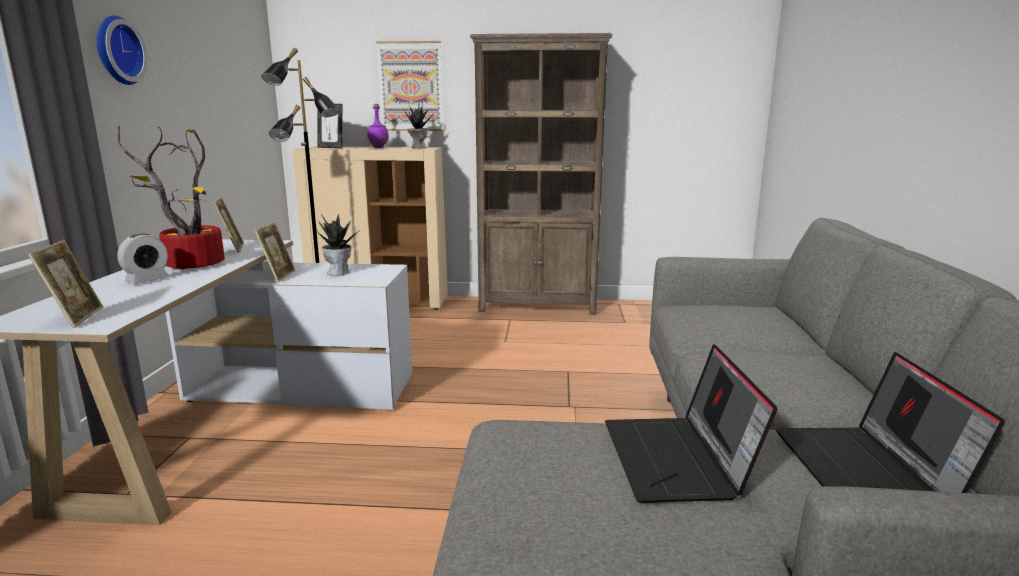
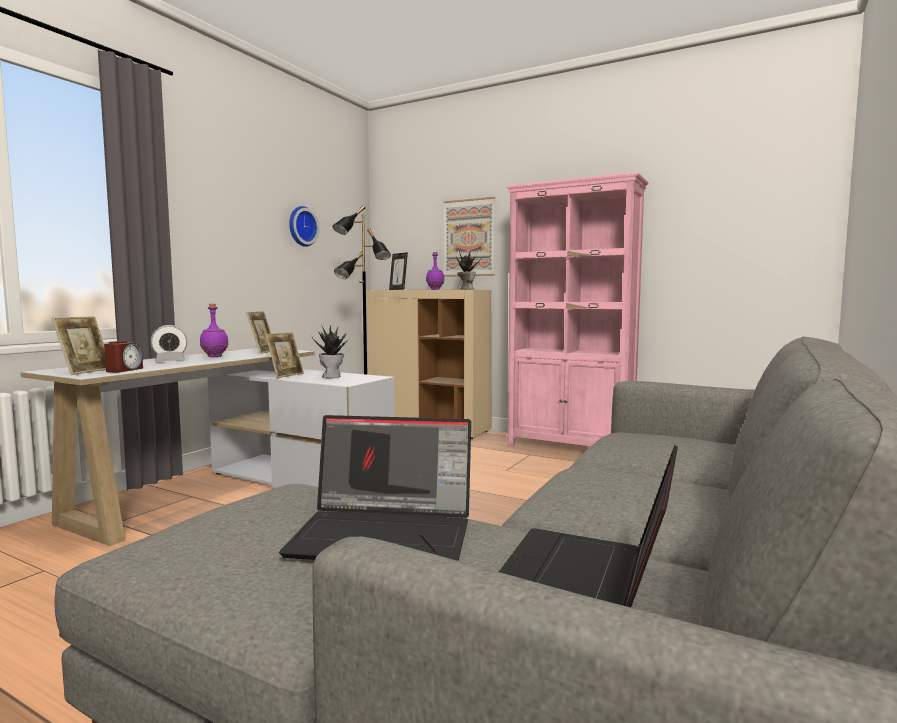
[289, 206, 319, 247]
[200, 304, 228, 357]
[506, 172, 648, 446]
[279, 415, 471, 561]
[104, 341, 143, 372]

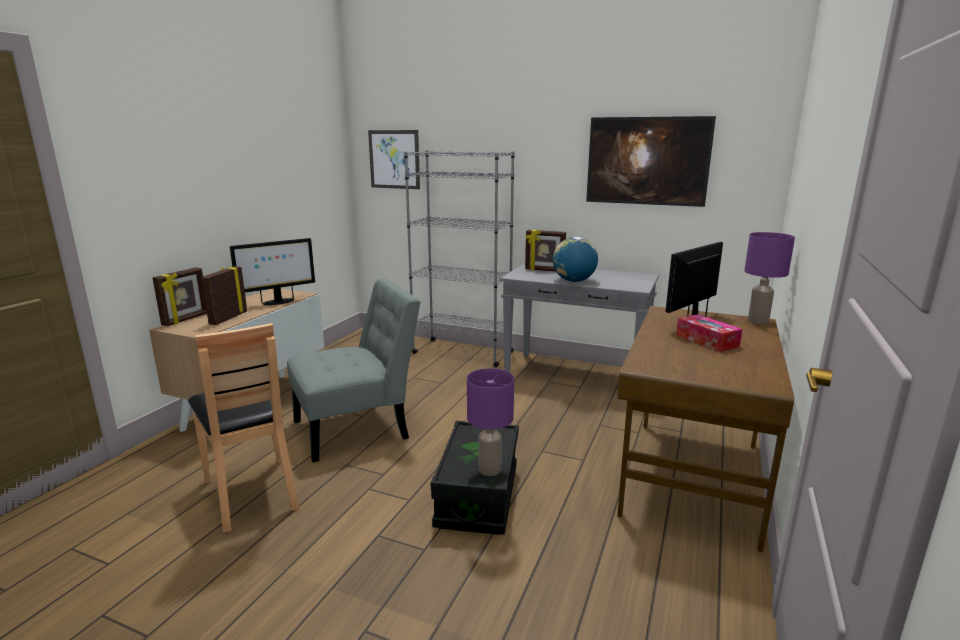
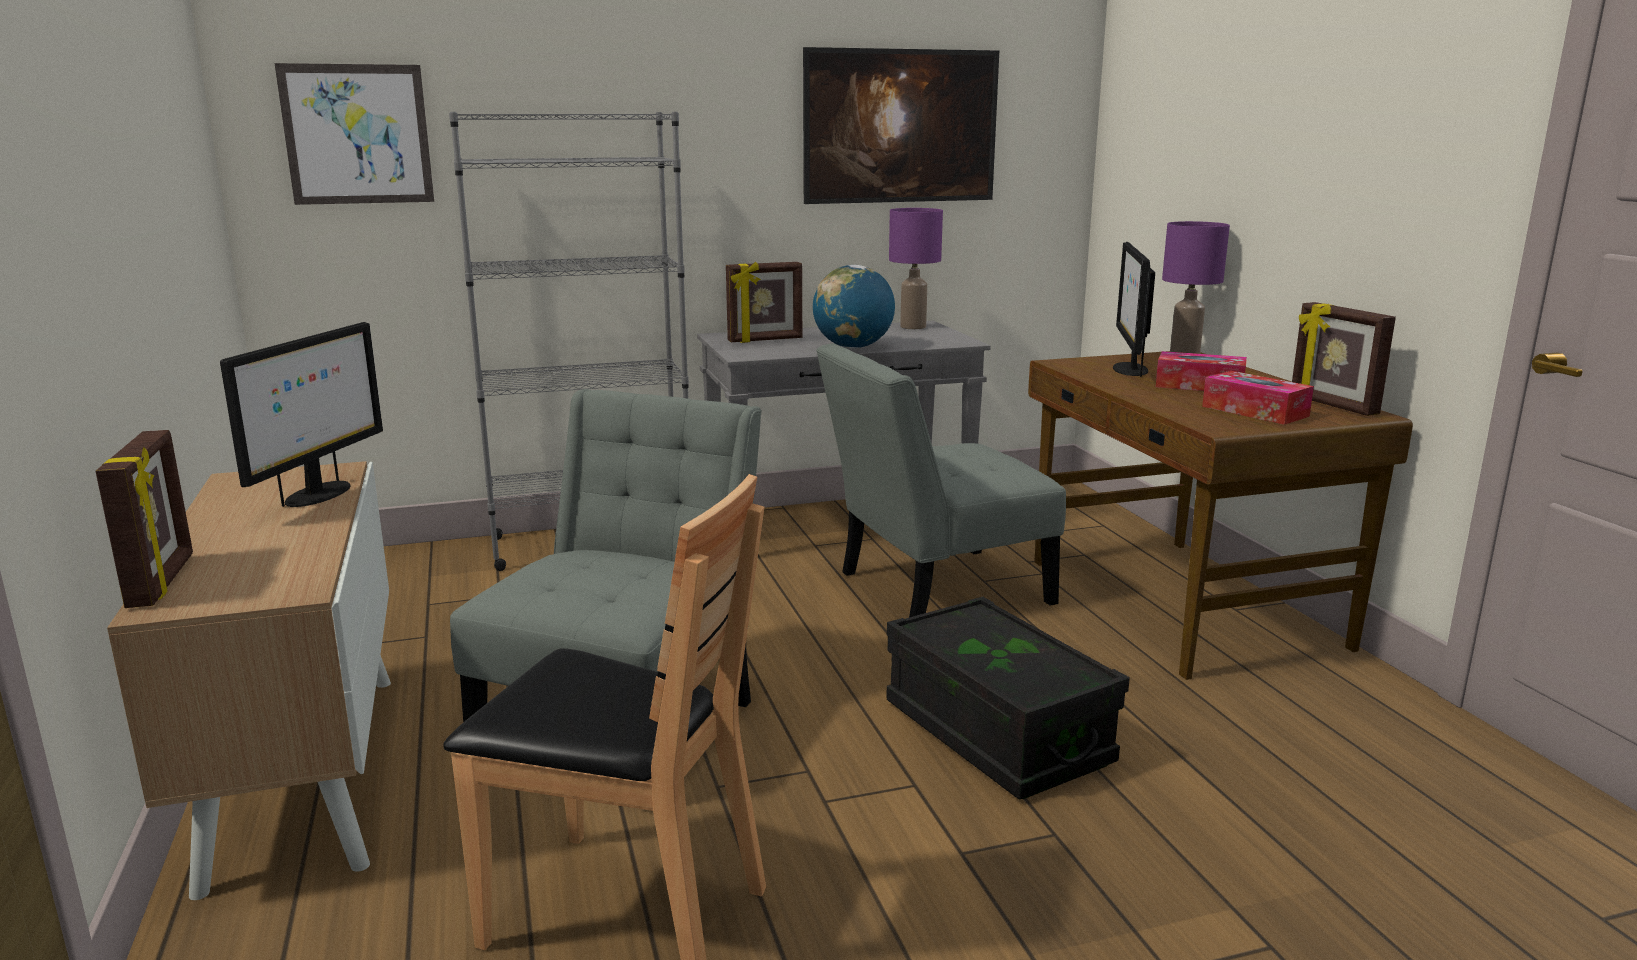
[1292, 302, 1396, 416]
[889, 208, 943, 329]
[816, 343, 1066, 617]
[1202, 371, 1314, 425]

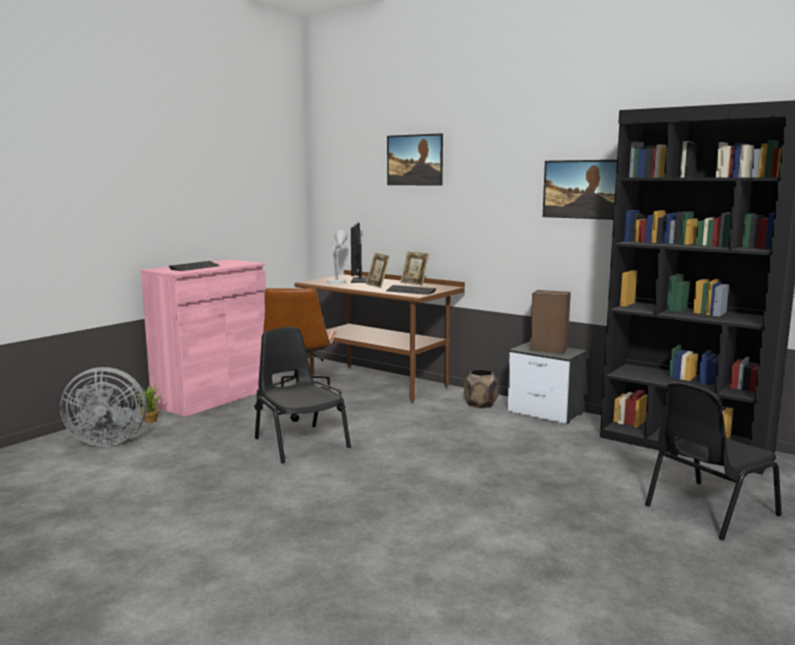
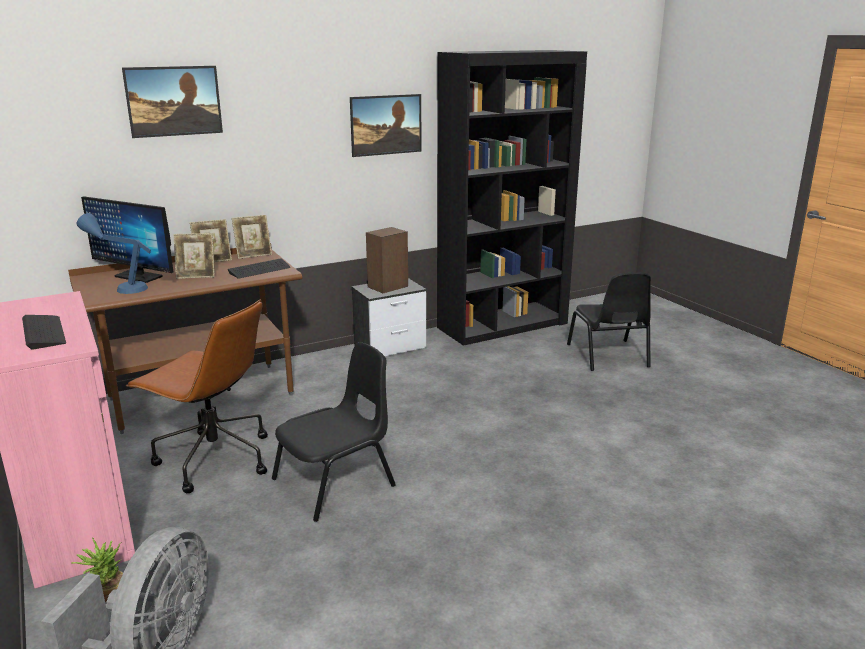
[272, 342, 396, 522]
[76, 213, 151, 294]
[464, 369, 498, 408] (first image)
[232, 215, 272, 259]

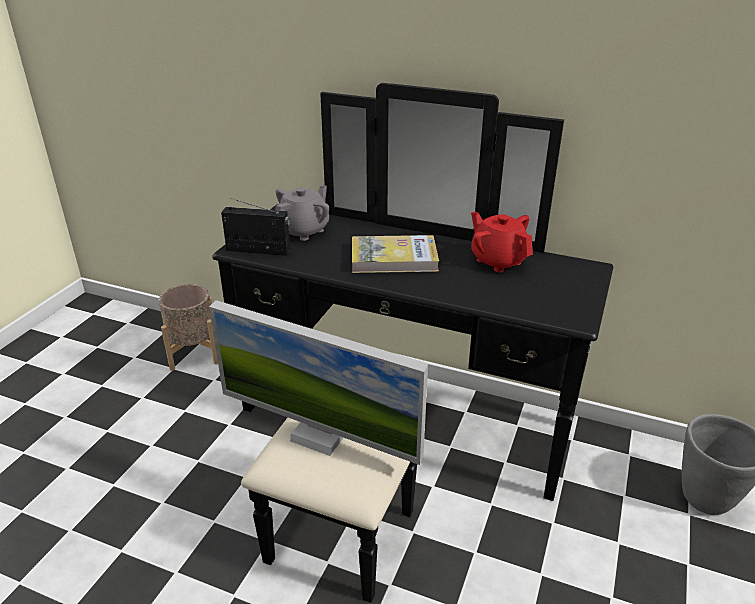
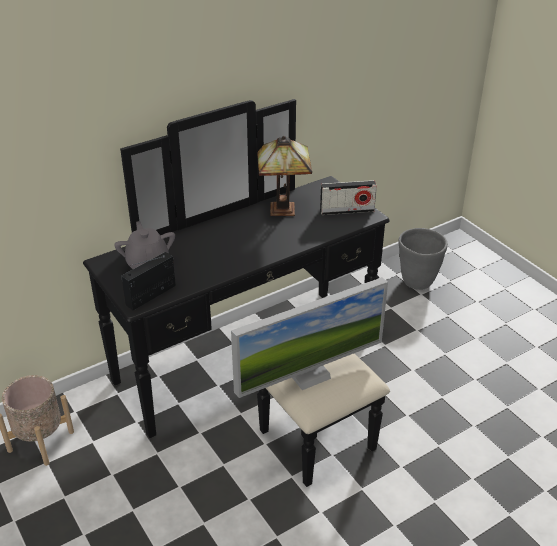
[352, 235, 439, 273] (first image)
[257, 136, 312, 216]
[320, 180, 377, 215]

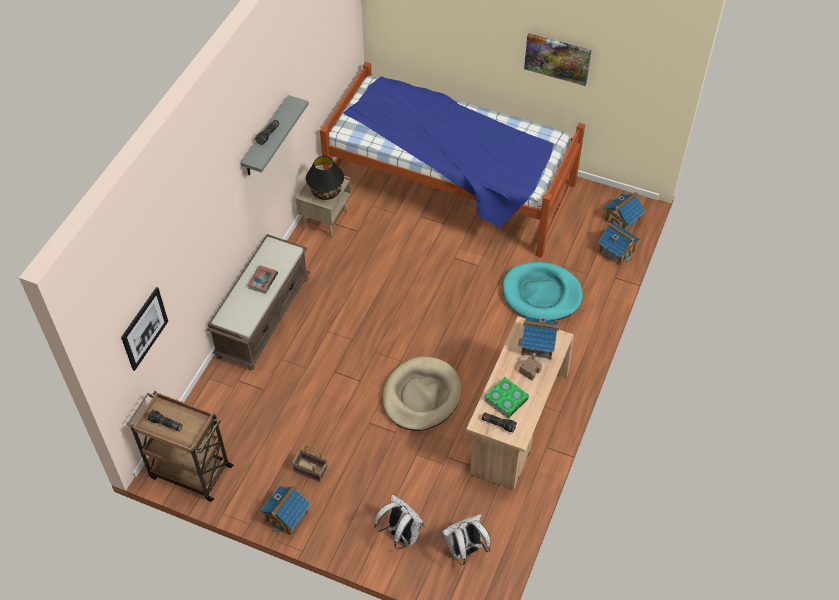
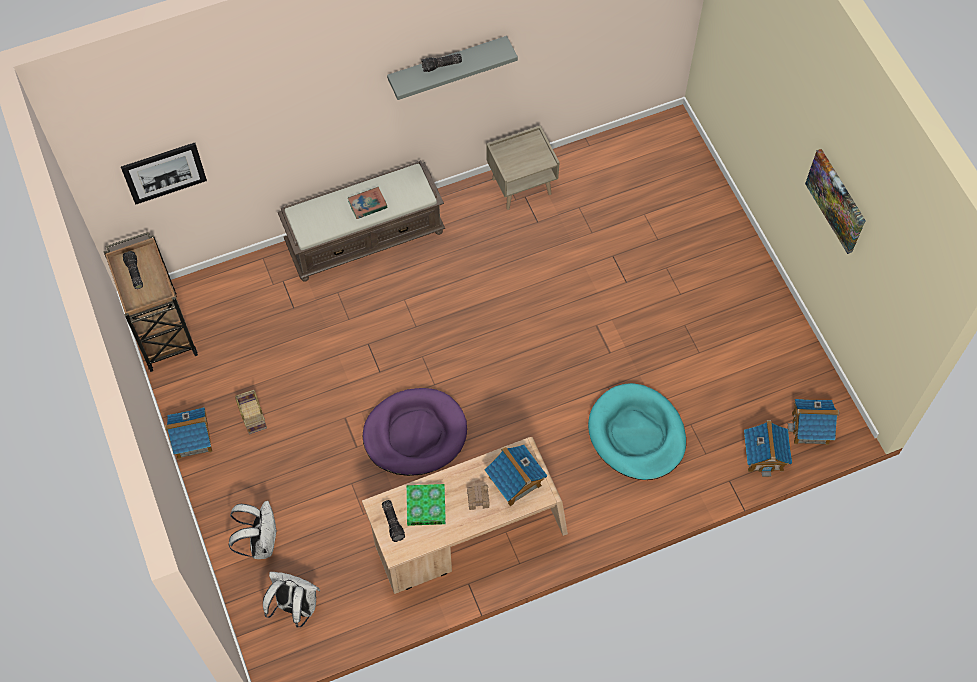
[306, 156, 344, 200] (first image)
[320, 62, 585, 258] (first image)
[363, 388, 467, 476]

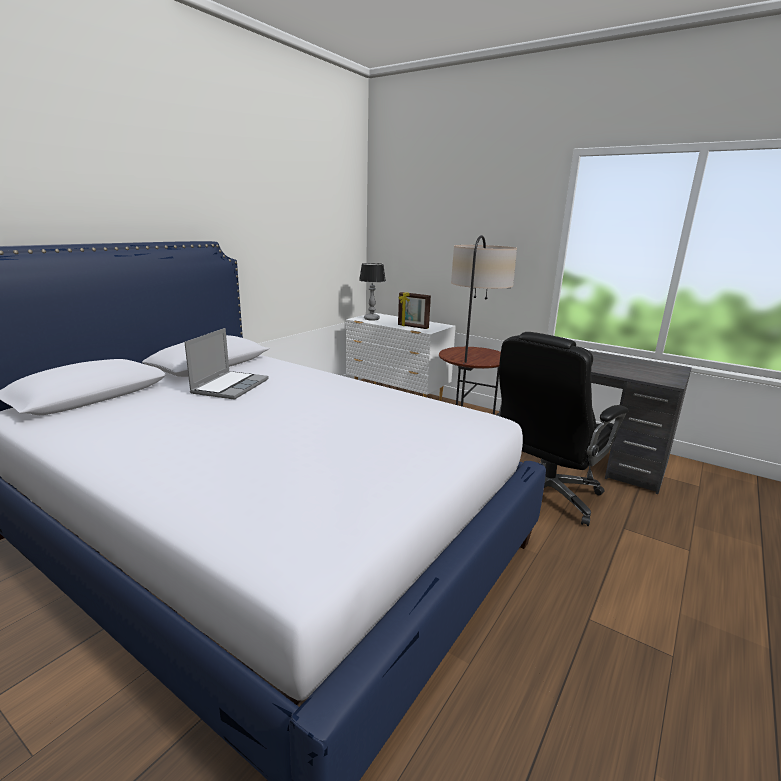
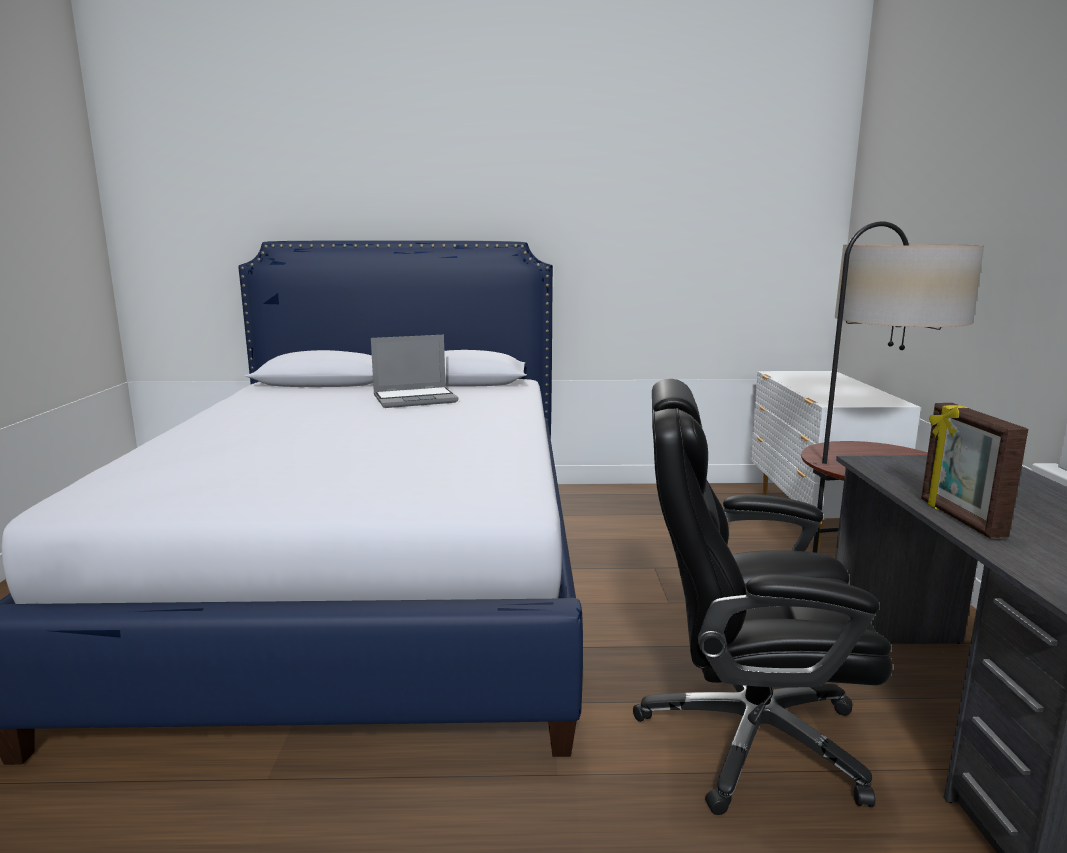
[359, 263, 386, 321] (first image)
[921, 403, 1028, 538]

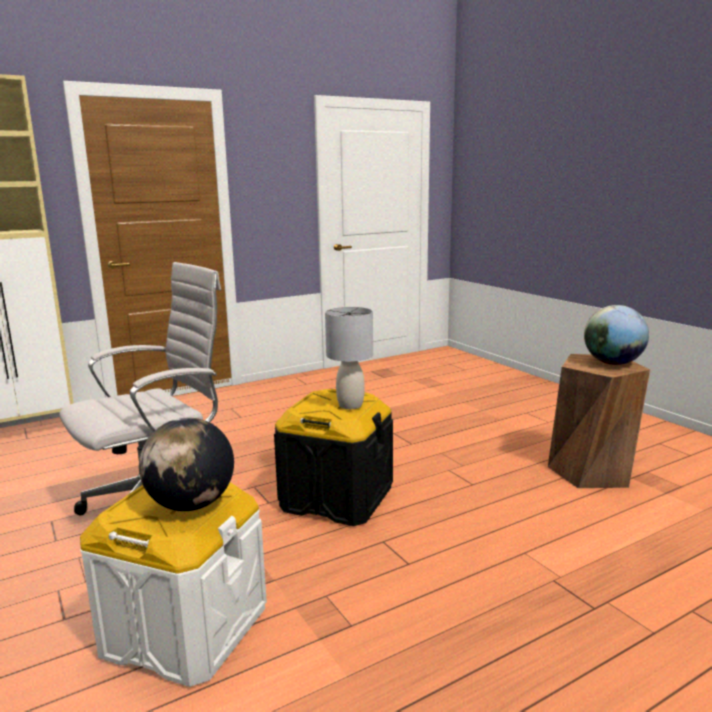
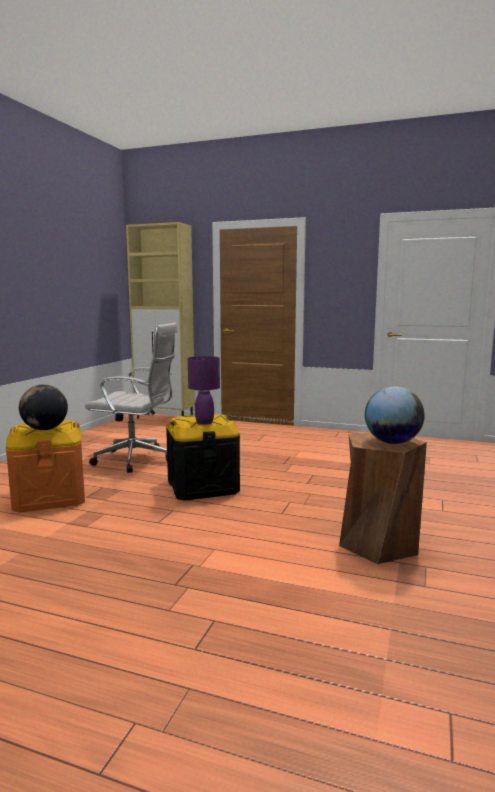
[6, 420, 85, 513]
[188, 356, 220, 425]

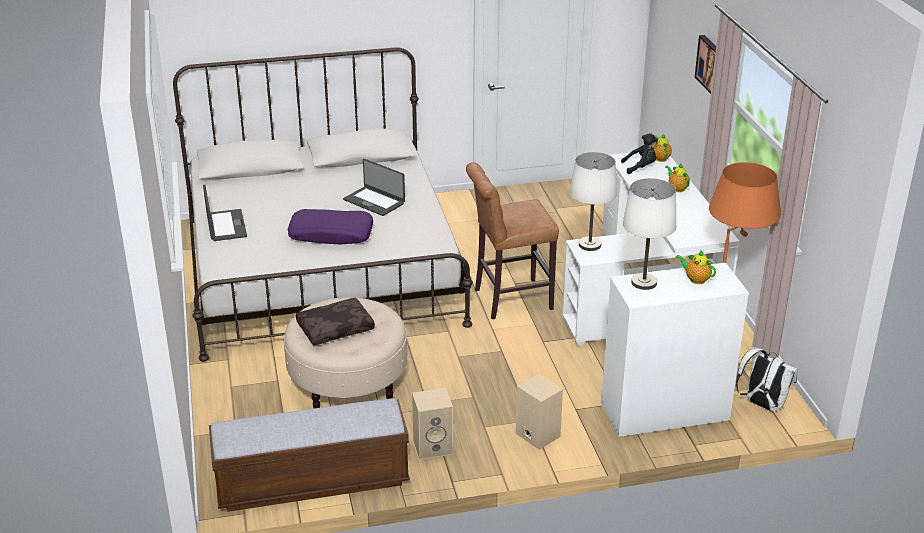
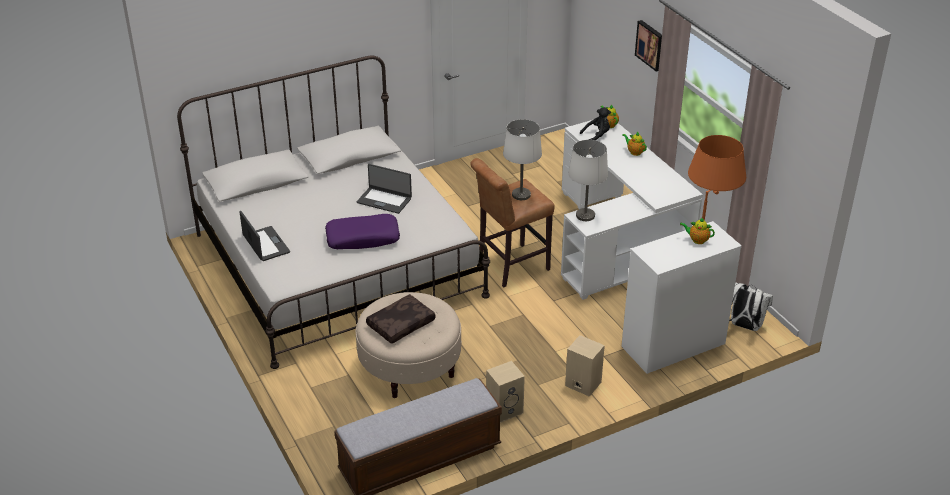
[503, 119, 542, 200]

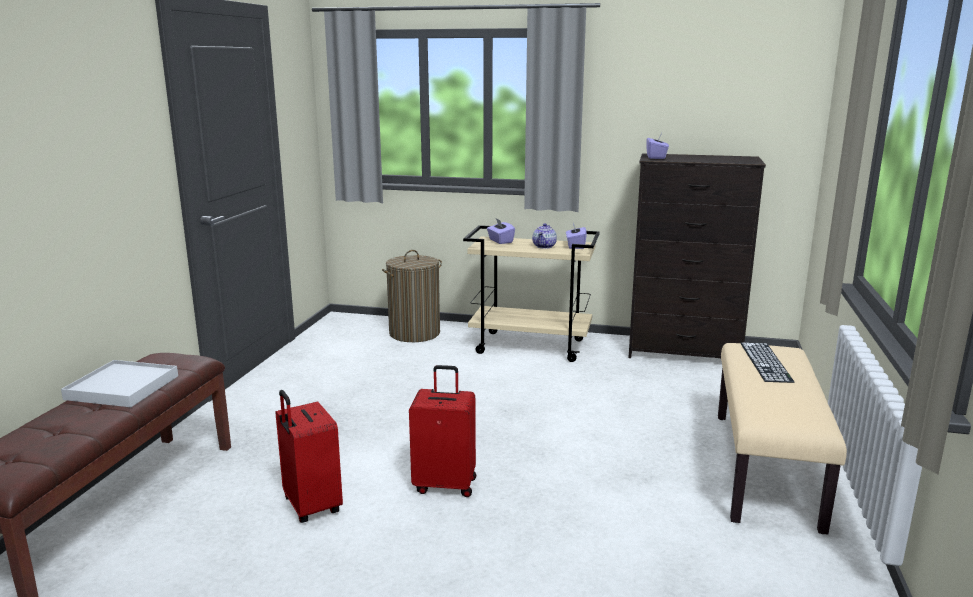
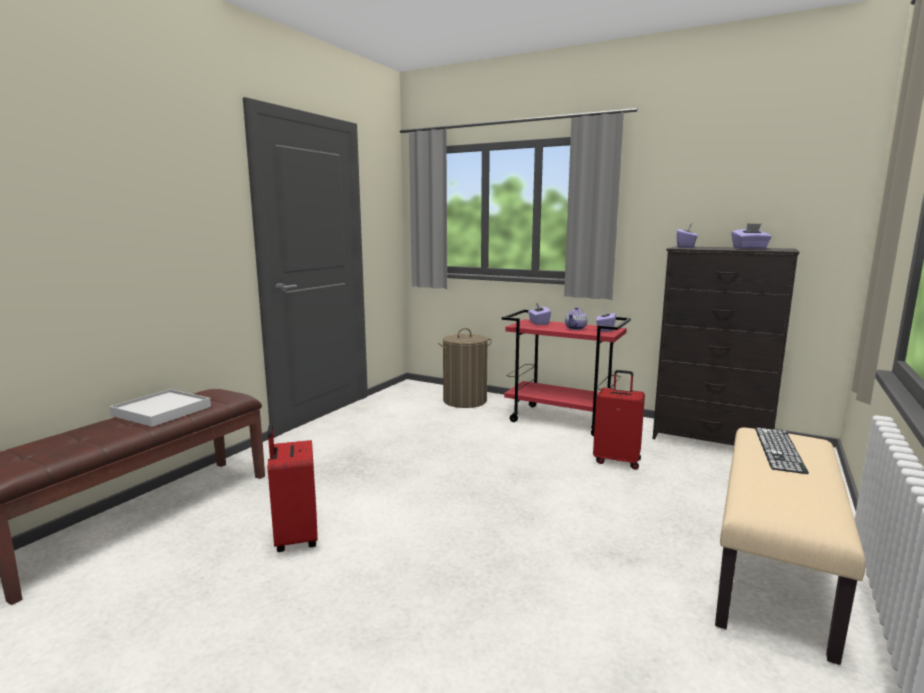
[593, 370, 645, 470]
[502, 309, 631, 437]
[731, 223, 772, 249]

